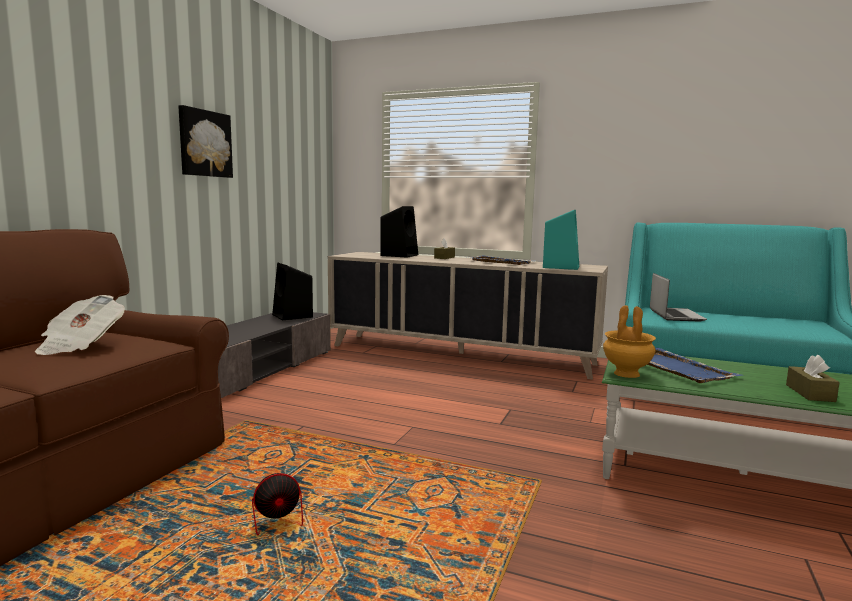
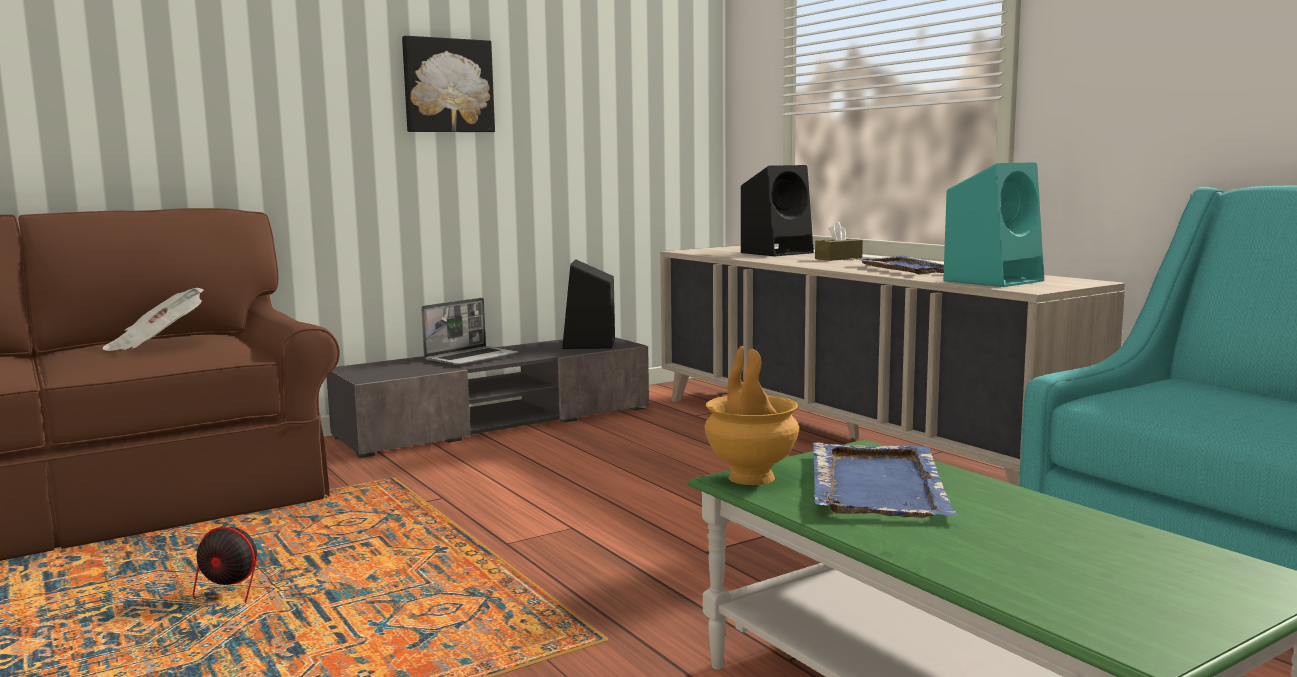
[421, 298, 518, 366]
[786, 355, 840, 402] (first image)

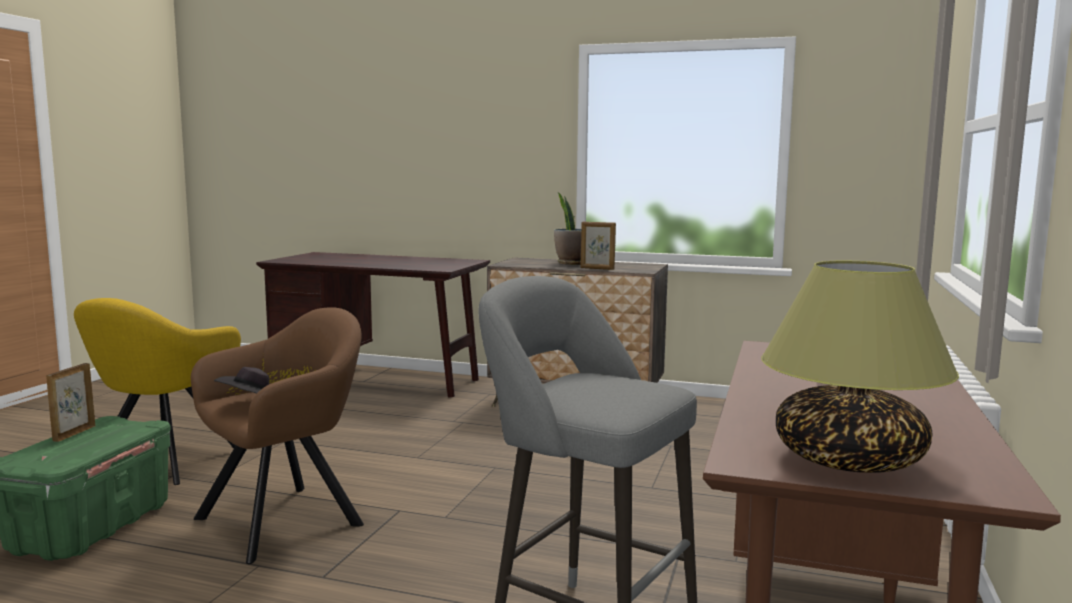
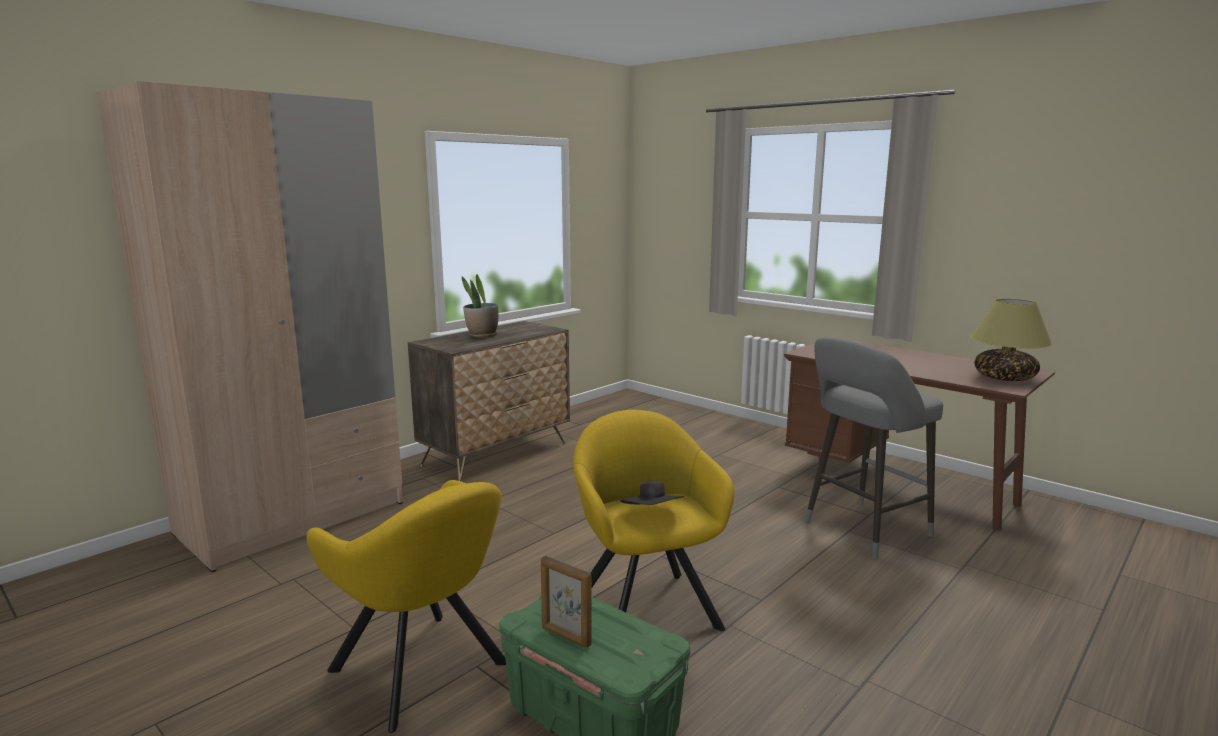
[573, 410, 734, 631]
[96, 81, 403, 572]
[581, 222, 616, 270] (first image)

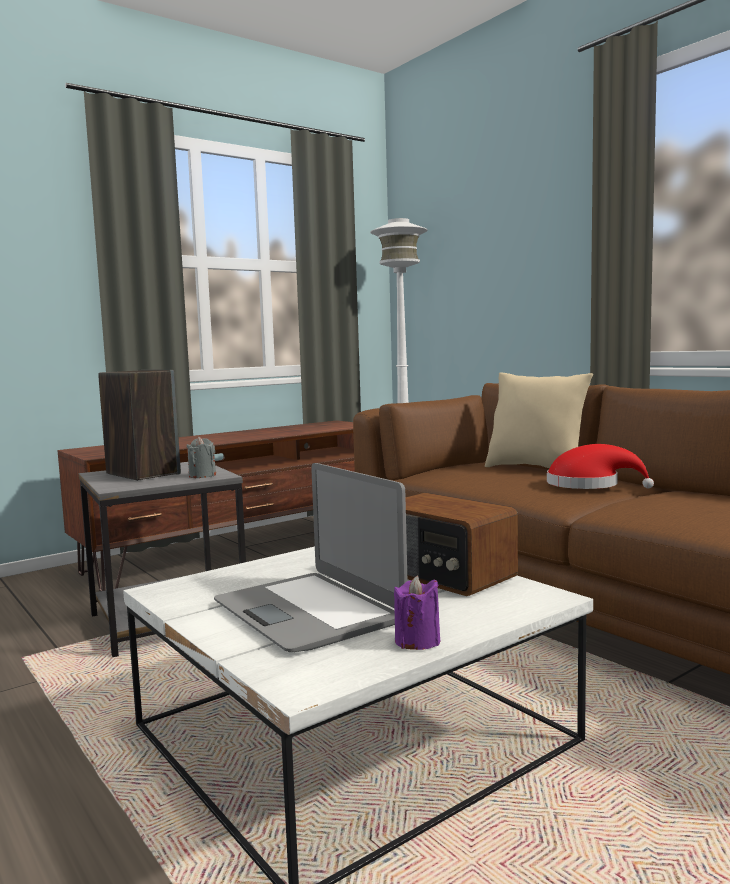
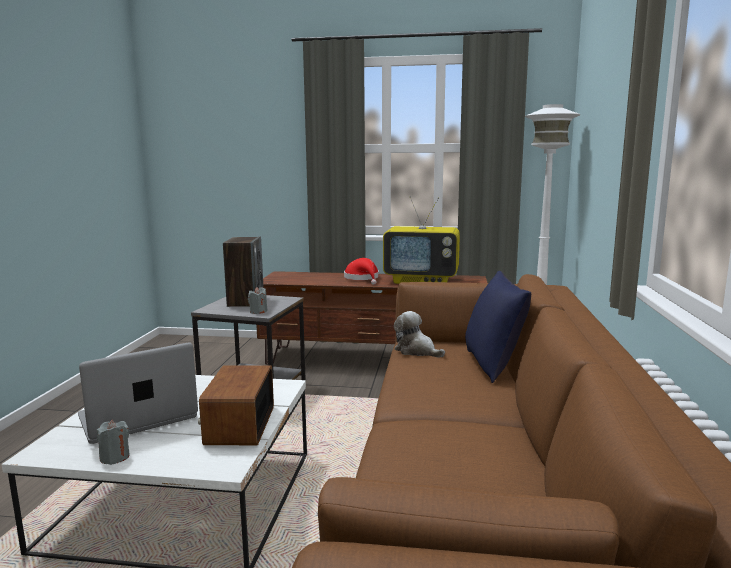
[78, 342, 198, 444]
[97, 420, 130, 465]
[465, 271, 531, 383]
[344, 258, 379, 285]
[383, 196, 460, 284]
[394, 311, 445, 358]

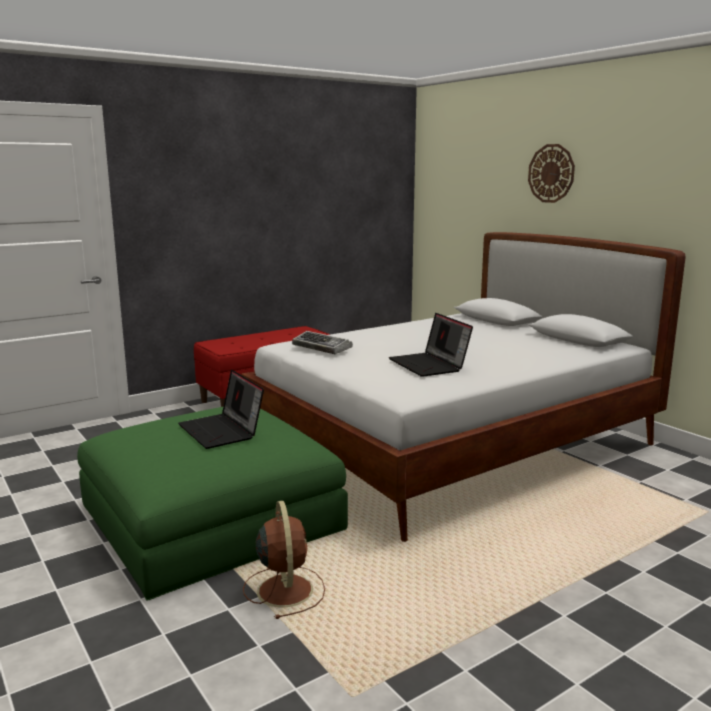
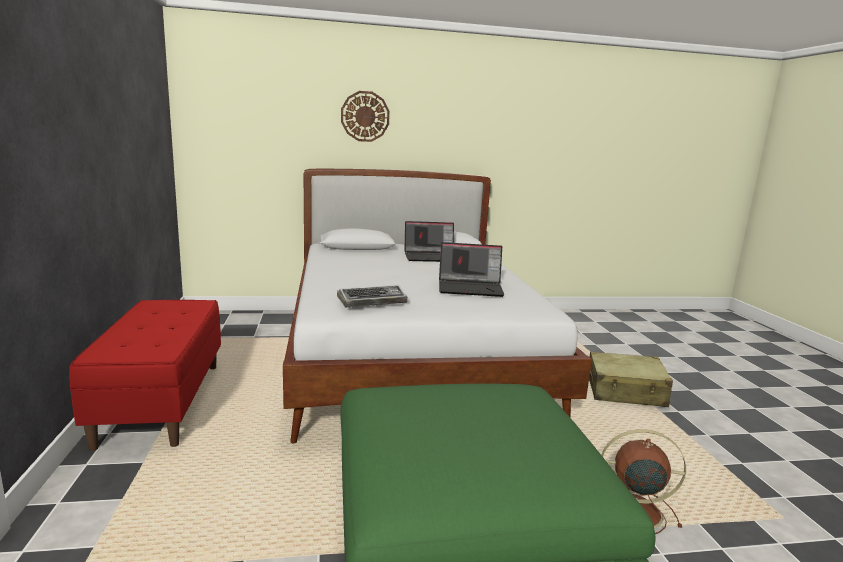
[405, 221, 454, 262]
[589, 352, 673, 407]

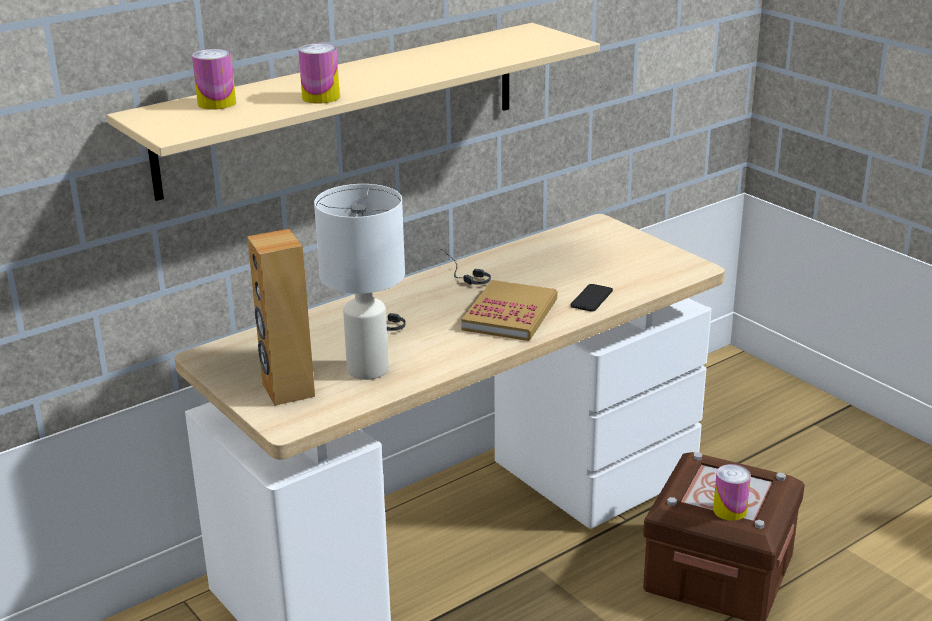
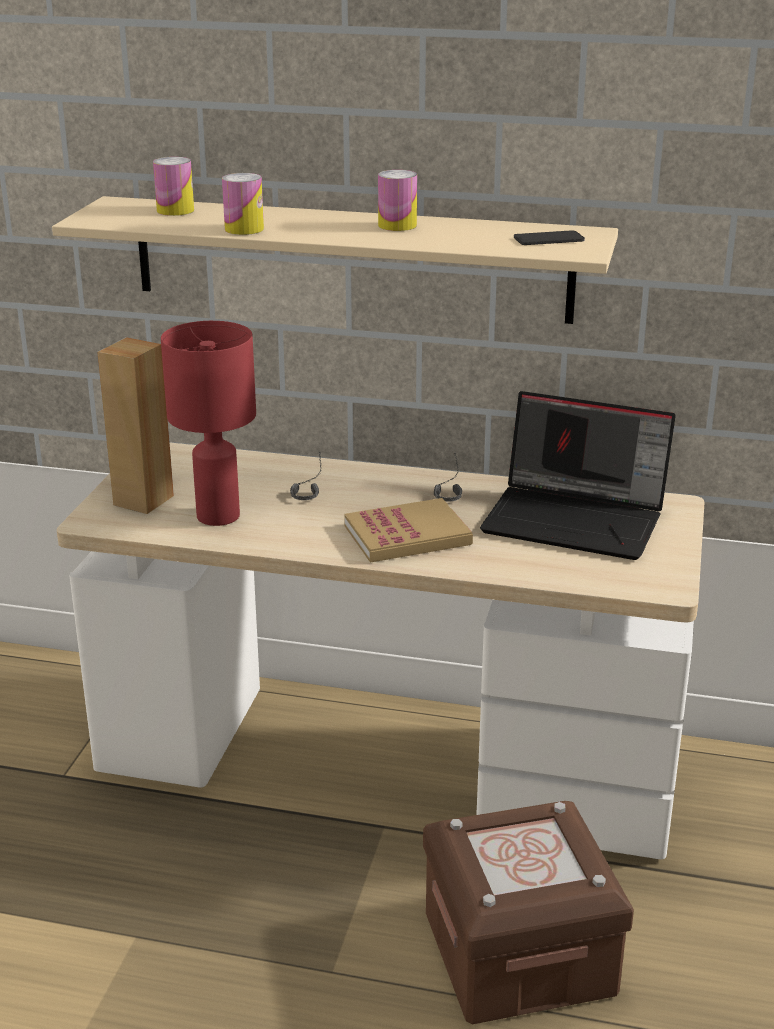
[161, 321, 256, 526]
[514, 230, 585, 245]
[378, 170, 417, 231]
[480, 391, 676, 560]

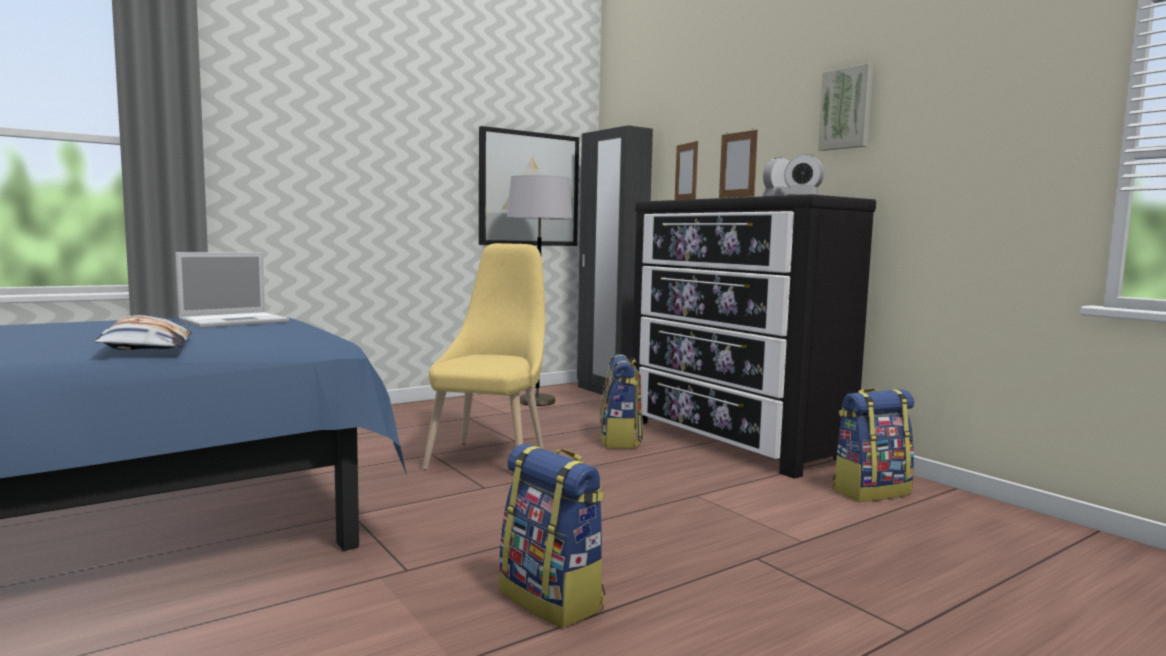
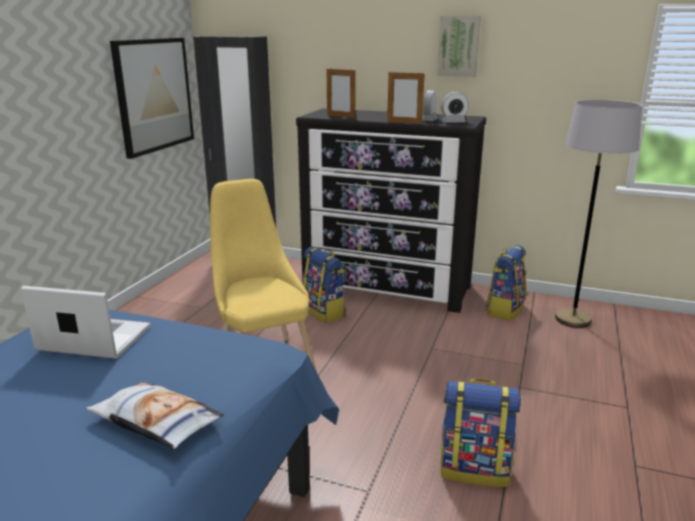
[21, 286, 151, 359]
[555, 100, 642, 328]

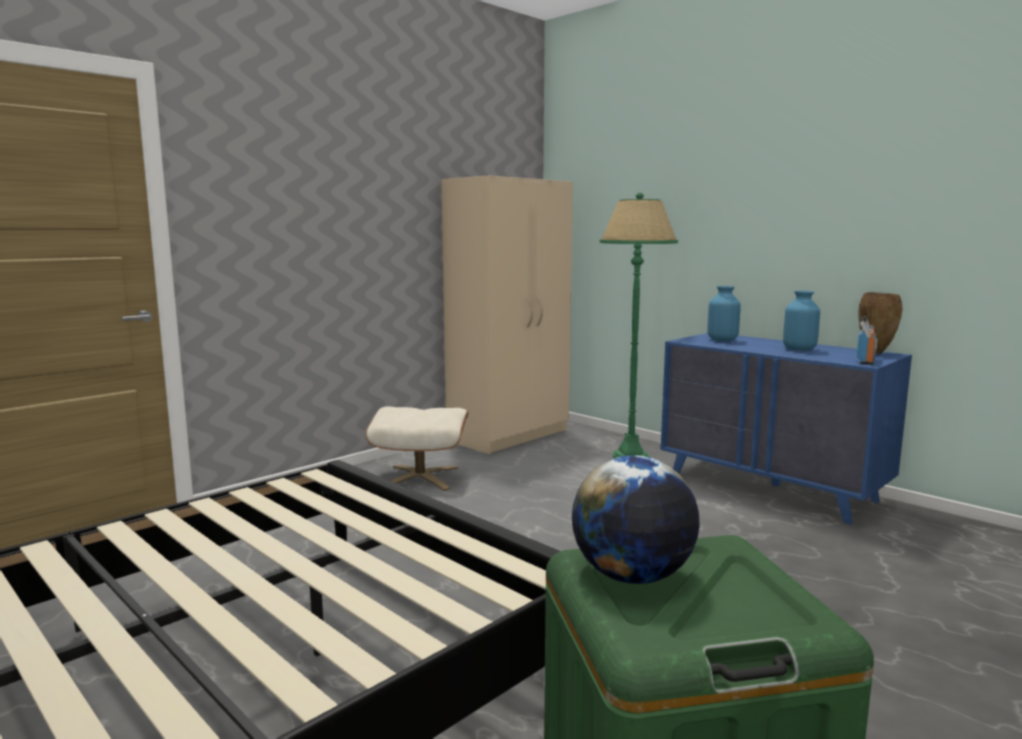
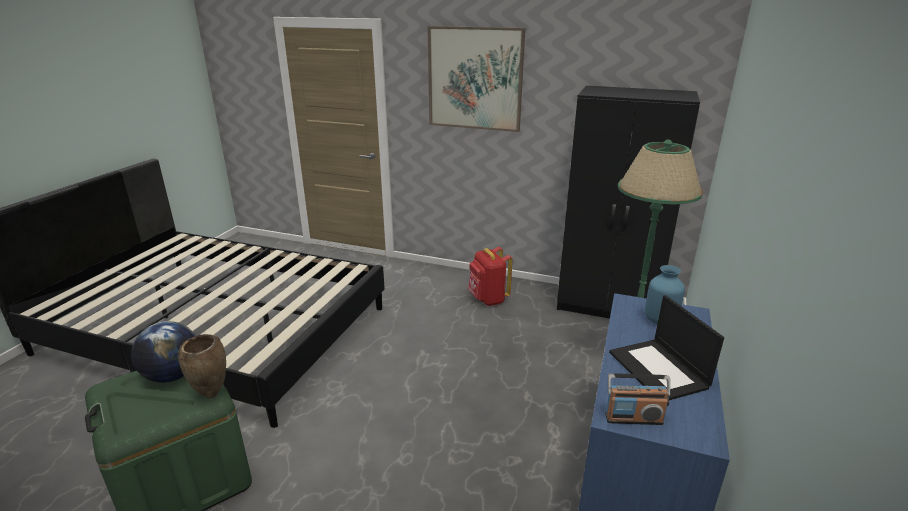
[468, 247, 512, 306]
[557, 86, 700, 319]
[609, 295, 724, 400]
[178, 334, 226, 398]
[427, 26, 525, 132]

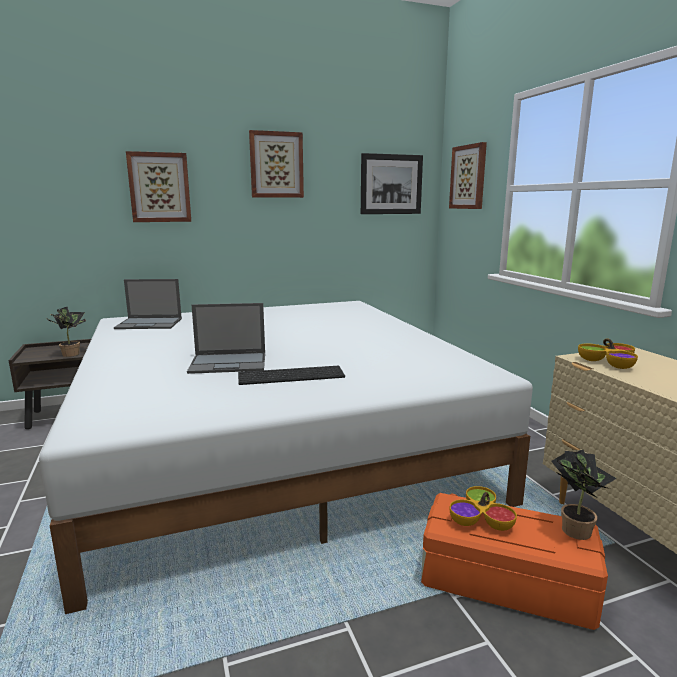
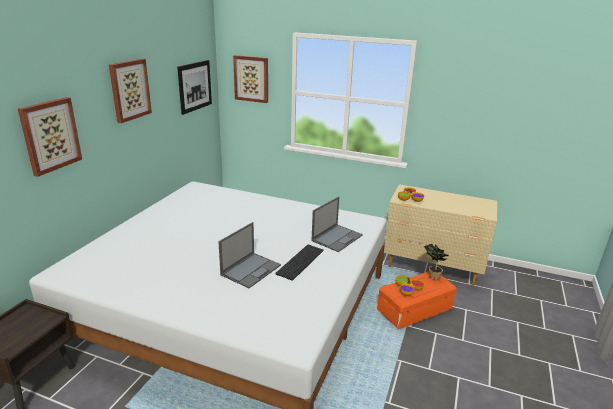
[48, 307, 86, 357] (first image)
[311, 197, 363, 252]

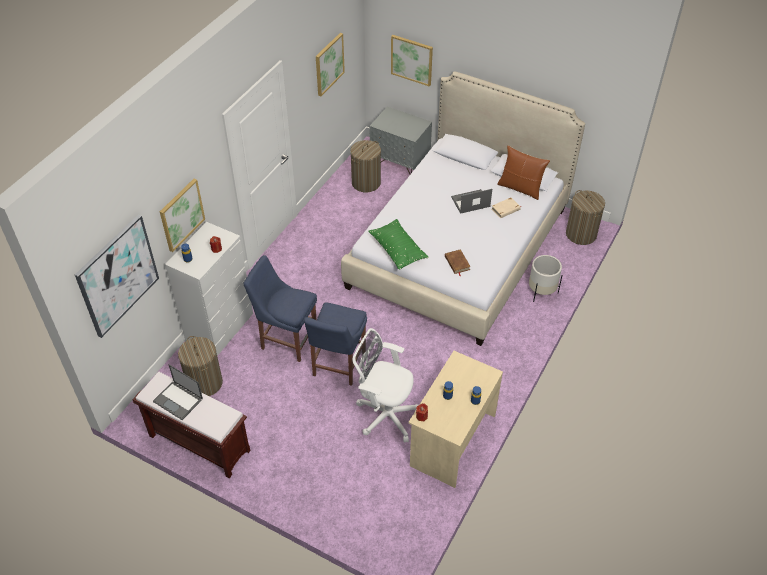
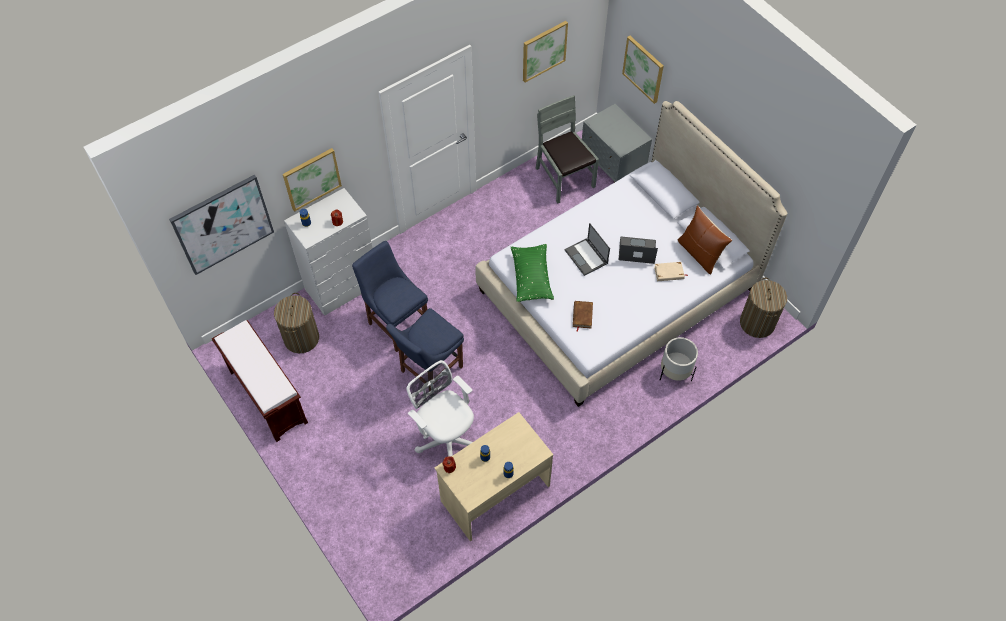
[565, 223, 610, 276]
[536, 95, 599, 204]

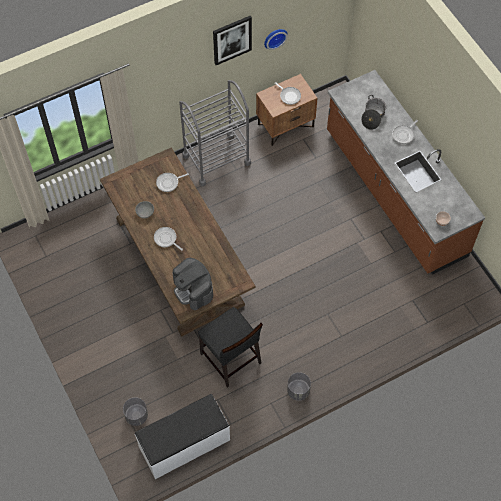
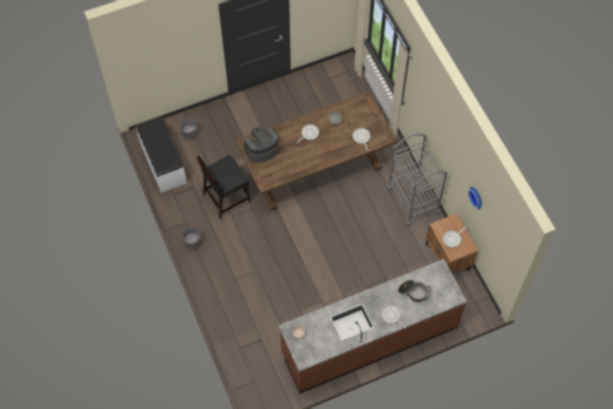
[213, 16, 252, 65] (first image)

